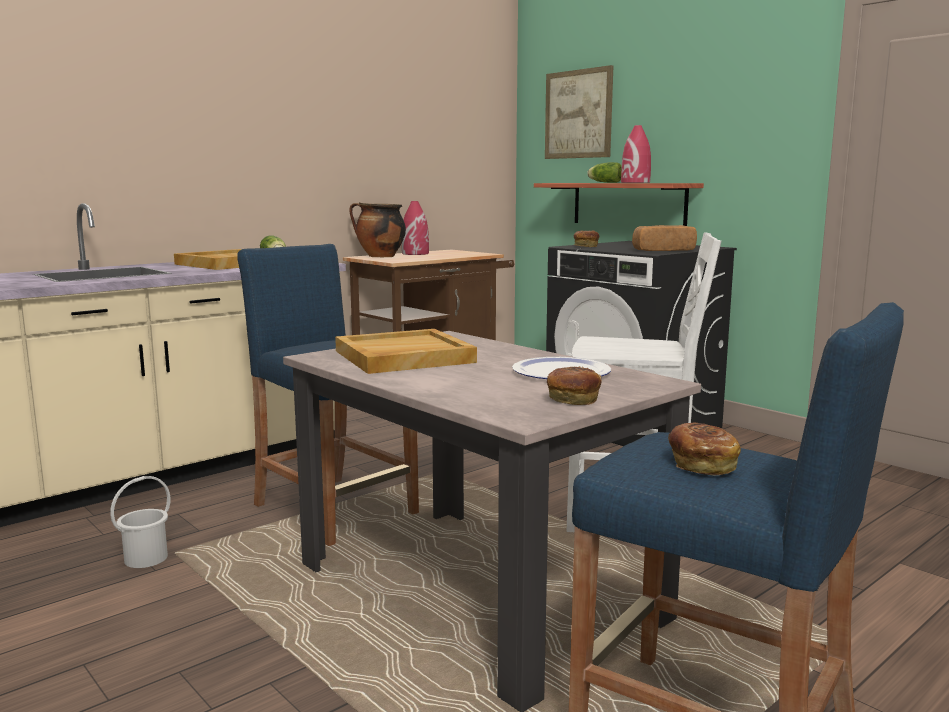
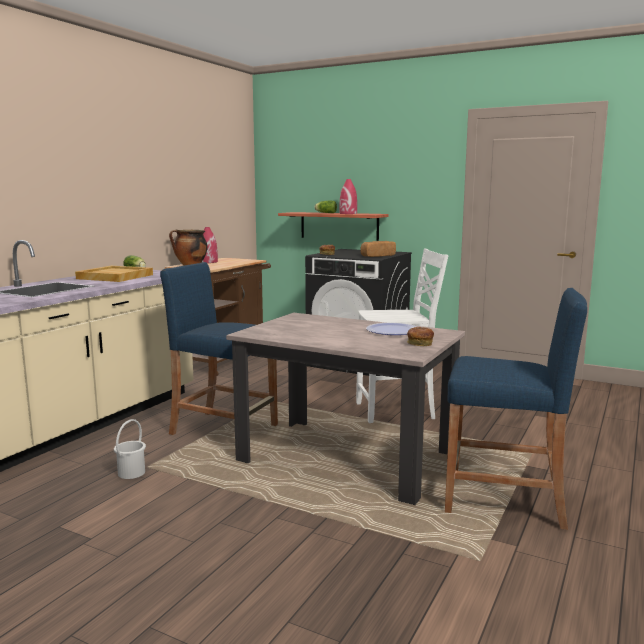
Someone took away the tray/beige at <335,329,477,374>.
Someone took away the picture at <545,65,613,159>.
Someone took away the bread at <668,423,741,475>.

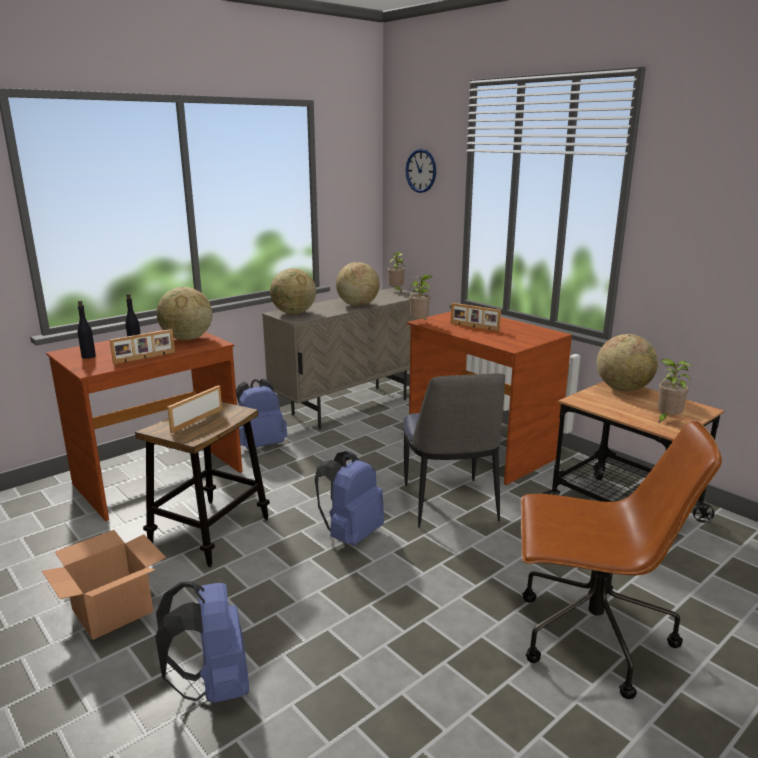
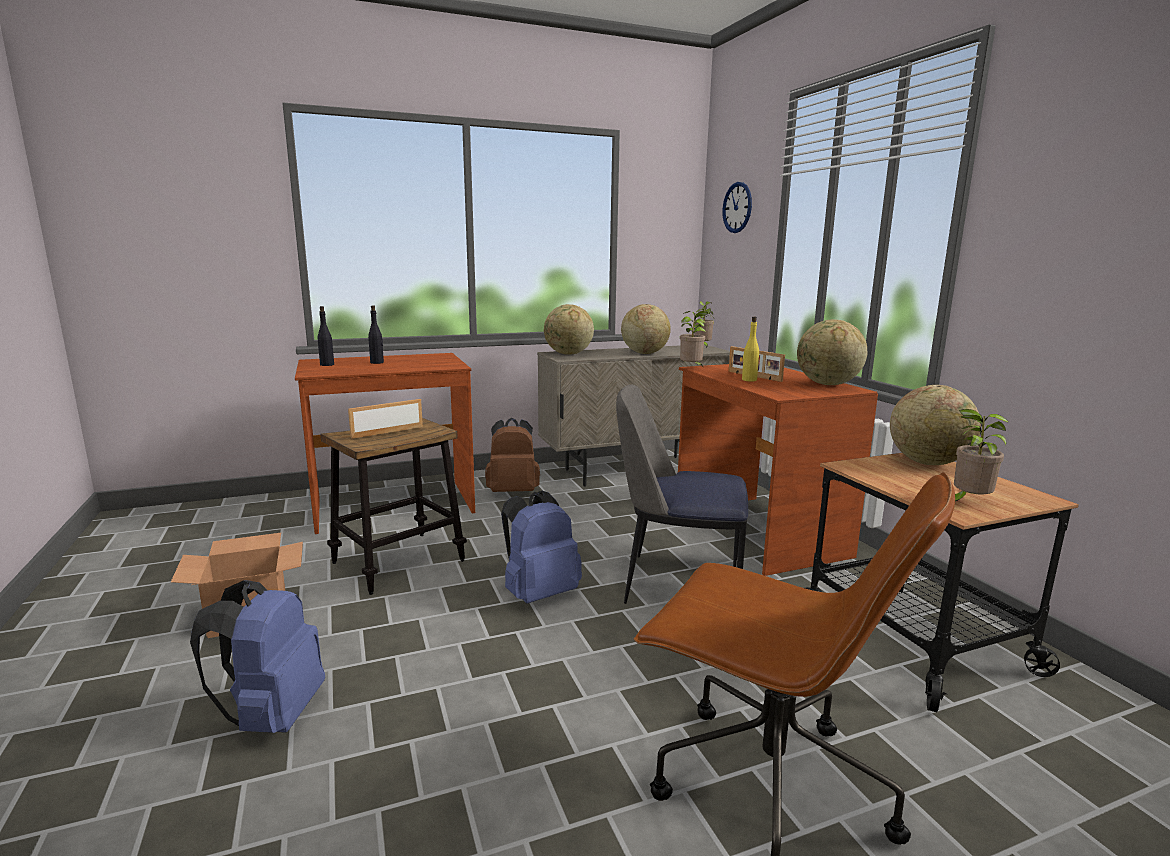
Someone repainted the backpack/blue at <236,379,287,449>, which became the backpack/brown at <485,418,540,492>.
Someone rotated the chair at <403,373,505,528> by 90 degrees clockwise.
Someone put down the bottle/yellow at <742,317,759,382>.
Someone carried the globe from <157,287,212,340> to <797,319,867,385>.
Someone took away the picture frame at <109,329,175,364>.

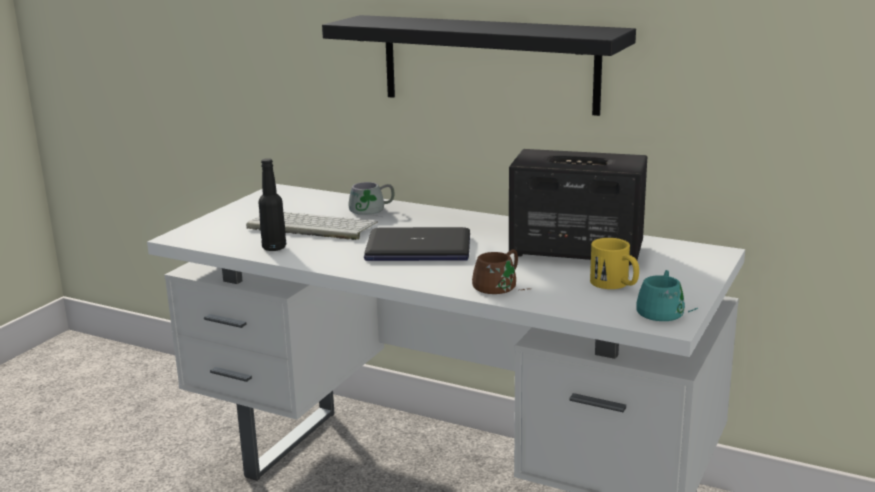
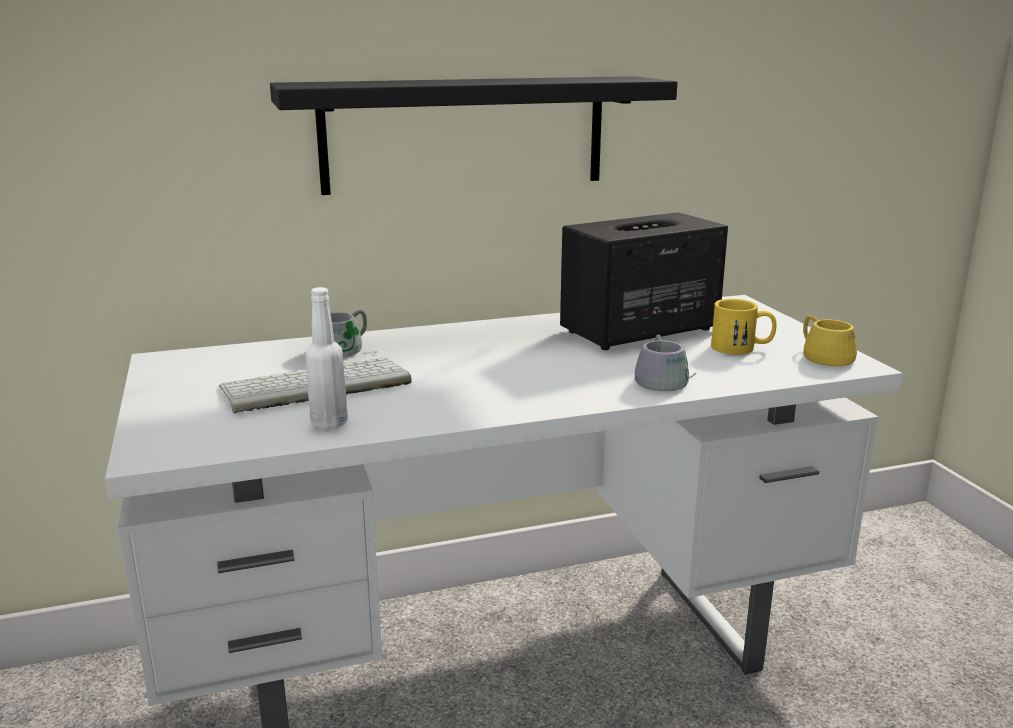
Someone repainted the bottle/black at <259,158,286,251>, which became the bottle/white at <306,287,348,429>.
Someone repainted the mug/brown at <472,249,531,294>, which became the mug/grey at <635,335,696,391>.
Someone repainted the mug/turquoise at <636,270,698,321>, which became the mug/yellow at <803,315,857,366>.
Someone took away the laptop at <364,227,470,261>.

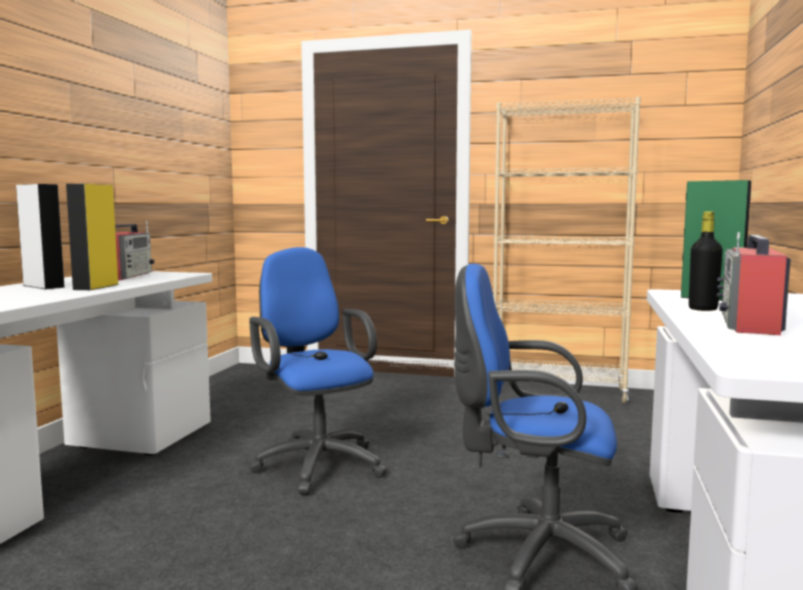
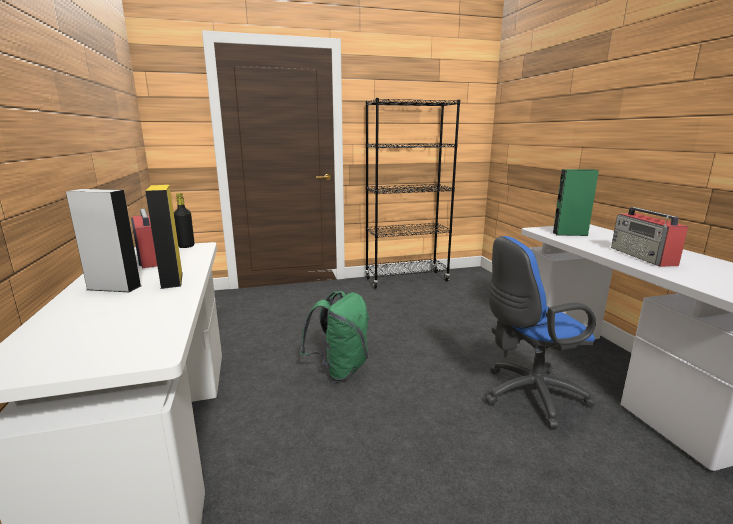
Someone carried the bottle/black from <689,211,723,311> to <174,193,194,248>.
Someone swapped the office chair/blue at <249,247,387,495> for the backpack/green at <300,291,369,382>.
Someone repainted the bookcase/beige at <493,97,641,403>, which became the bookcase/black at <365,98,460,289>.

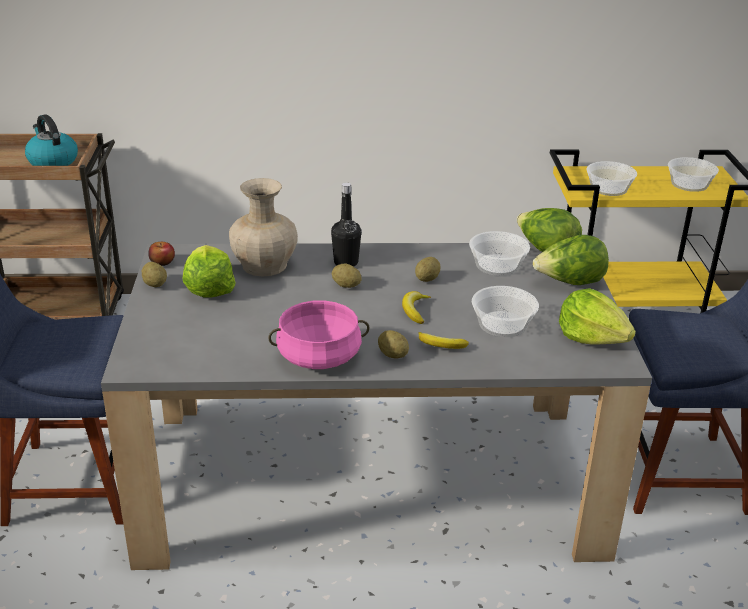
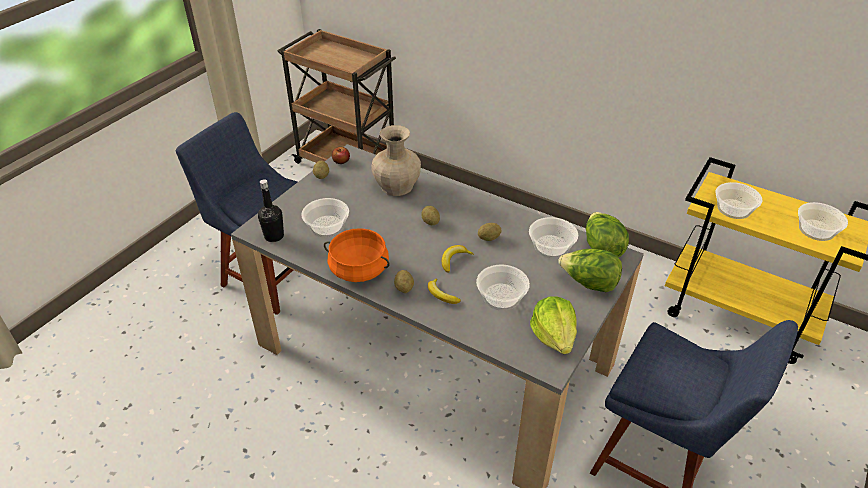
Someone carried the bottle/black from <331,183,361,266> to <258,179,284,242>.
Someone put down the bowl at <301,198,349,237>.
Someone repainted the cooking pot/pink at <268,300,370,369>, which became the cooking pot/orange at <324,228,390,282>.
Someone took away the kettle at <25,114,78,166>.
Someone took away the lettuce at <183,245,236,297>.

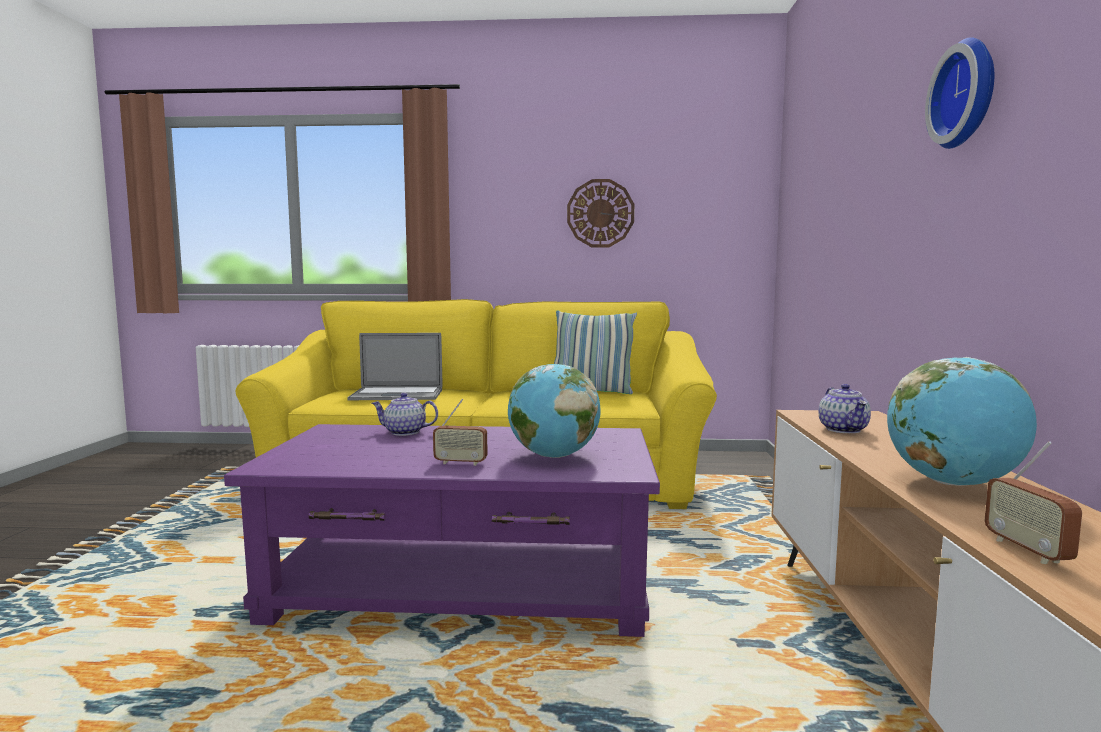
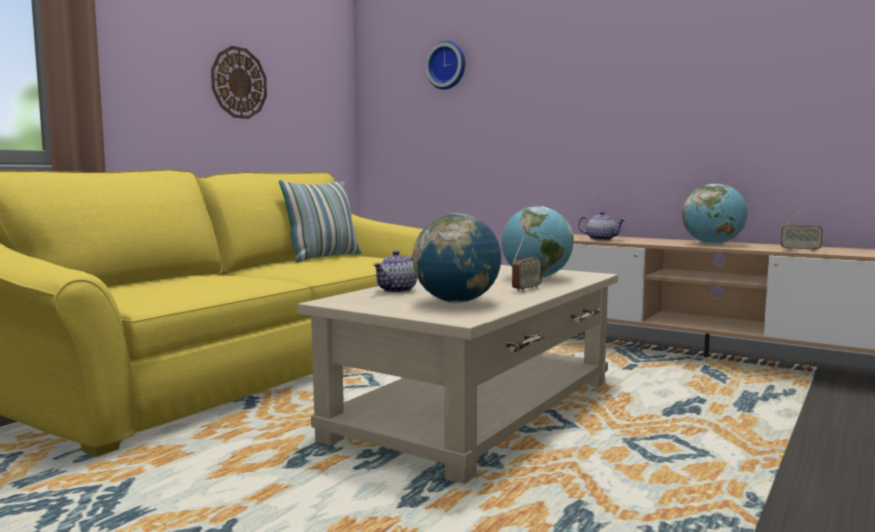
Someone repainted the coffee table/purple at <224,424,660,637>, which became the coffee table/beige at <297,265,618,484>.
Someone put down the globe at <413,213,501,303>.
Someone carried the wall clock from <925,37,994,149> to <425,41,465,90>.
Someone took away the laptop at <347,333,443,400>.

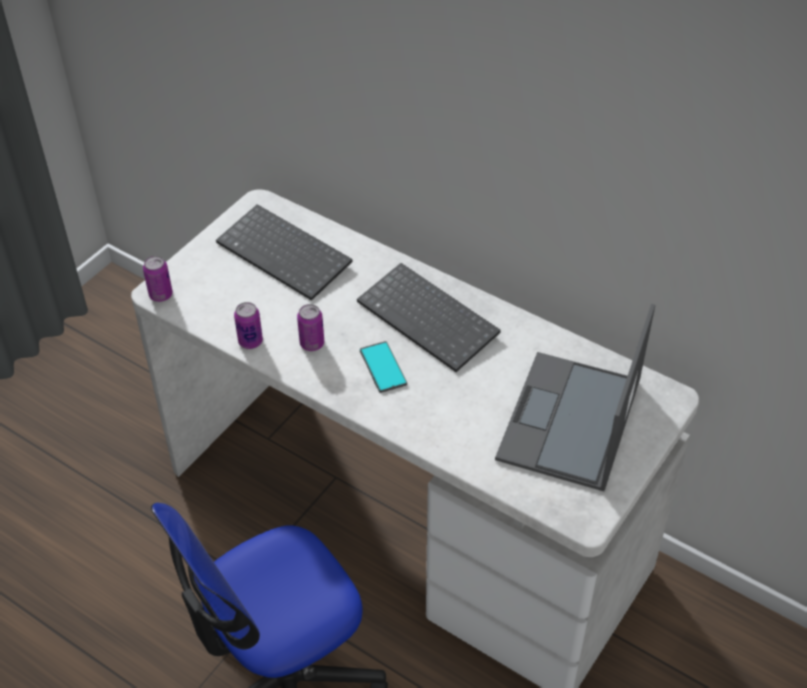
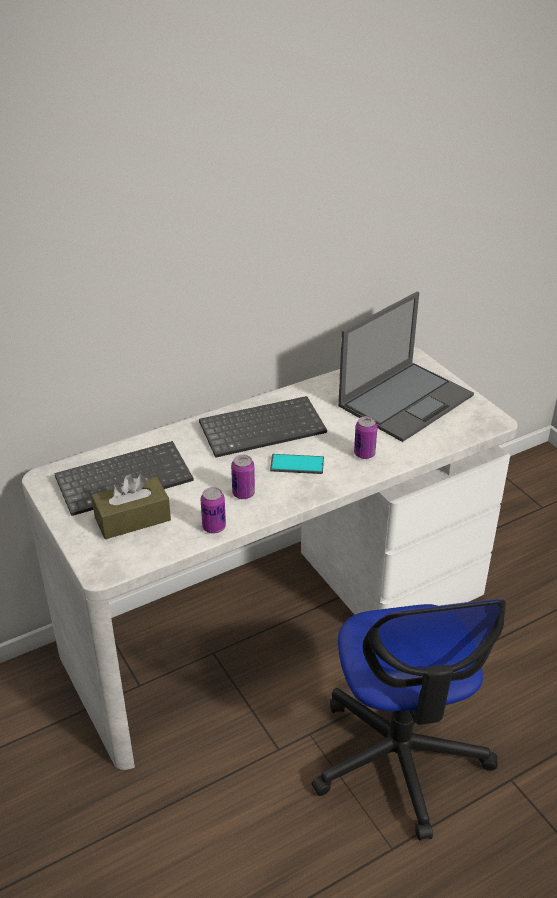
Someone put down the tissue box/brown at <91,474,171,539>.
Someone rotated the laptop at <495,304,655,491> by 90 degrees counterclockwise.
Someone carried the can from <143,256,173,302> to <354,416,377,459>.

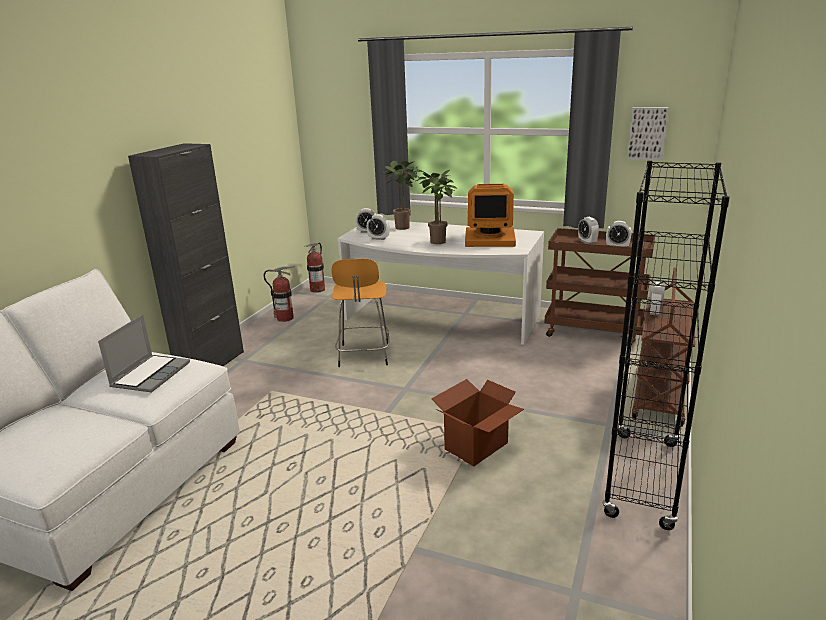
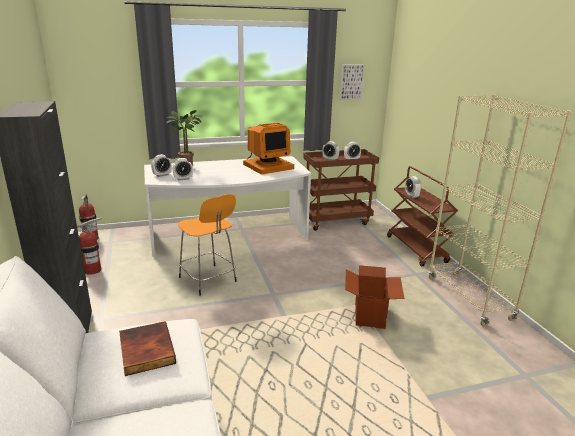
Someone swapped the laptop at <98,314,190,392> for the book at <119,321,176,376>.
Someone repainted the bookcase/black at <602,160,730,530>, which became the bookcase/beige at <428,94,571,326>.
Someone took away the potted plant at <416,170,458,244>.

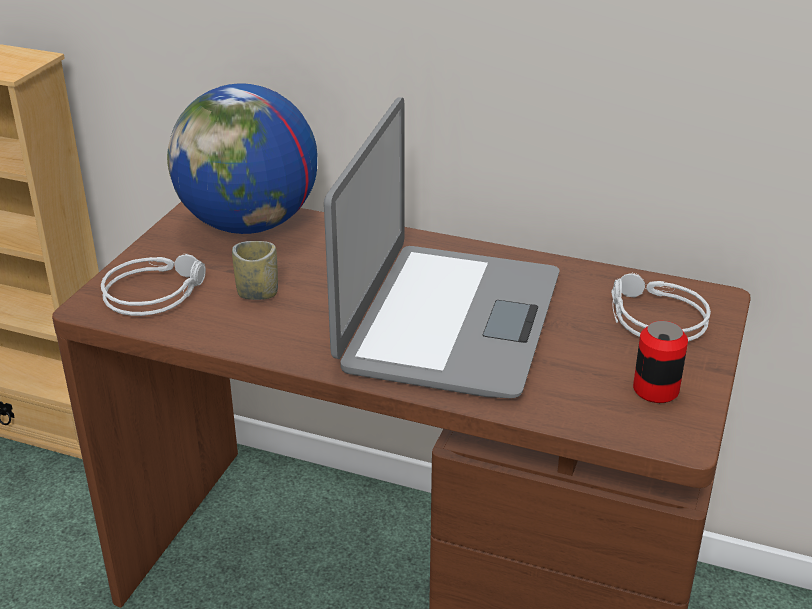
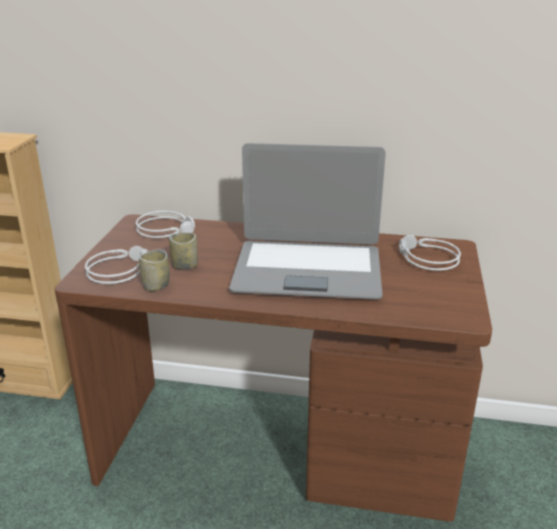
Someone swapped the globe at <167,83,317,234> for the headphones/grey at <136,211,195,238>.
Someone put down the cup at <139,249,170,291>.
Someone rotated the laptop at <324,98,559,398> by 90 degrees clockwise.
Someone took away the can at <633,321,688,403>.

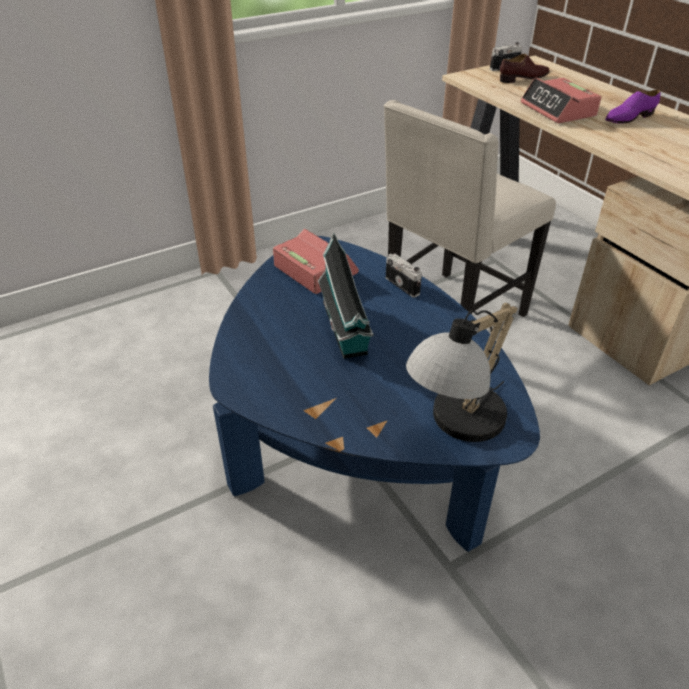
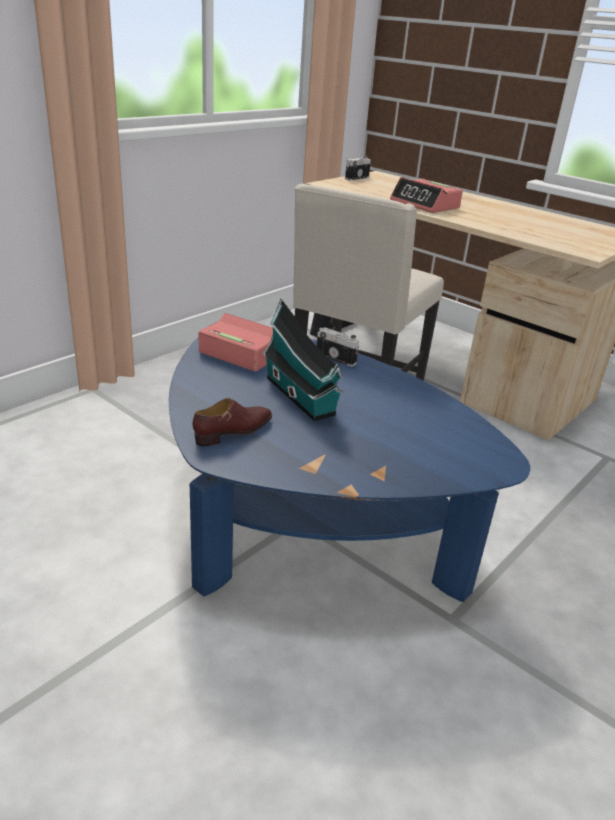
Someone carried the shoe/brown from <500,54,550,83> to <193,398,272,446>.
Someone took away the table lamp at <406,303,518,442>.
Someone took away the shoe/purple at <605,90,660,123>.

